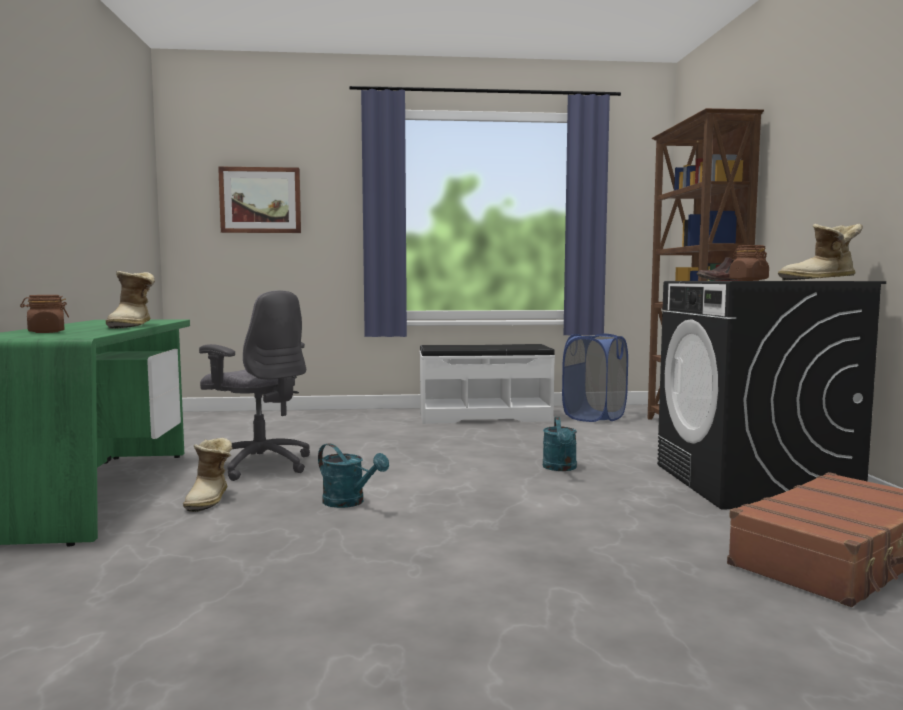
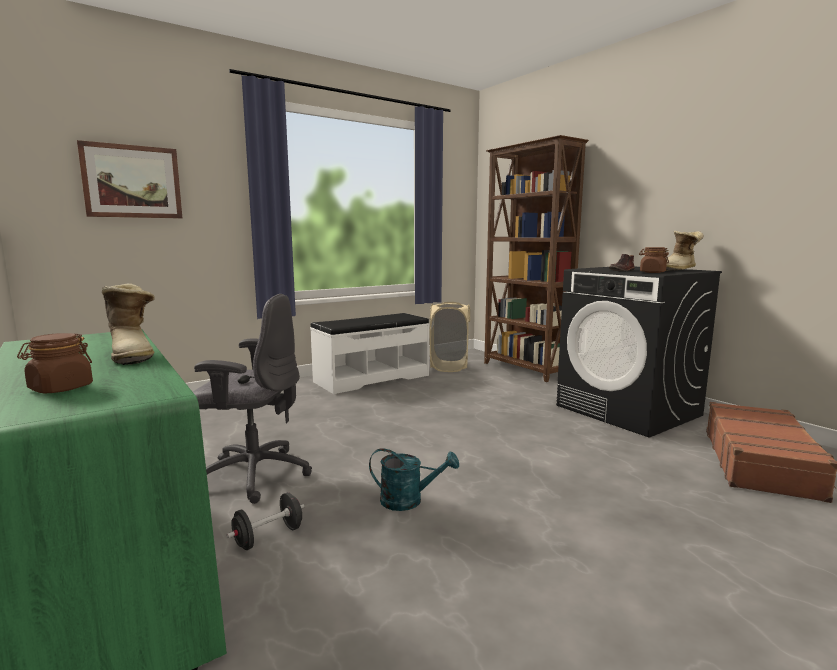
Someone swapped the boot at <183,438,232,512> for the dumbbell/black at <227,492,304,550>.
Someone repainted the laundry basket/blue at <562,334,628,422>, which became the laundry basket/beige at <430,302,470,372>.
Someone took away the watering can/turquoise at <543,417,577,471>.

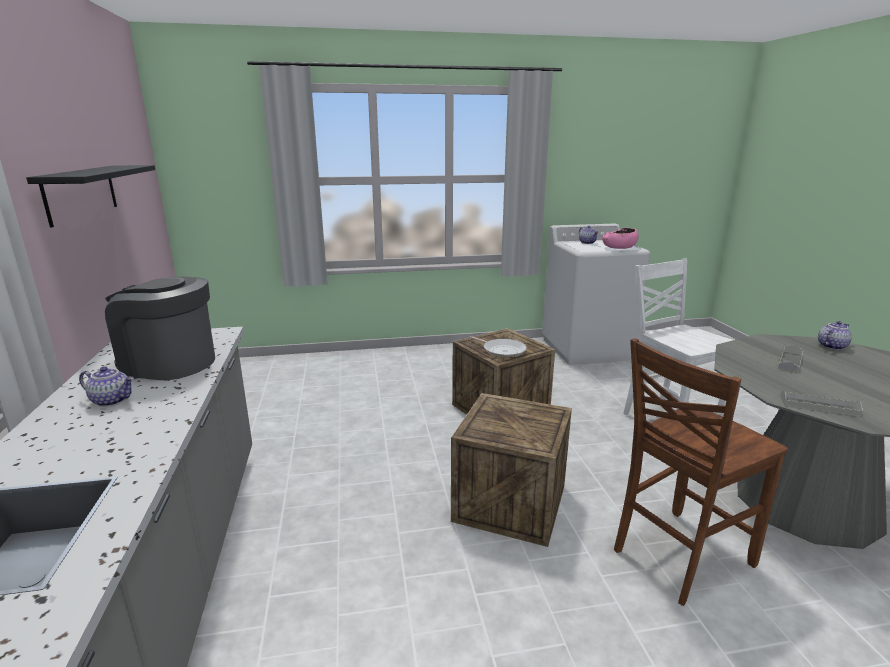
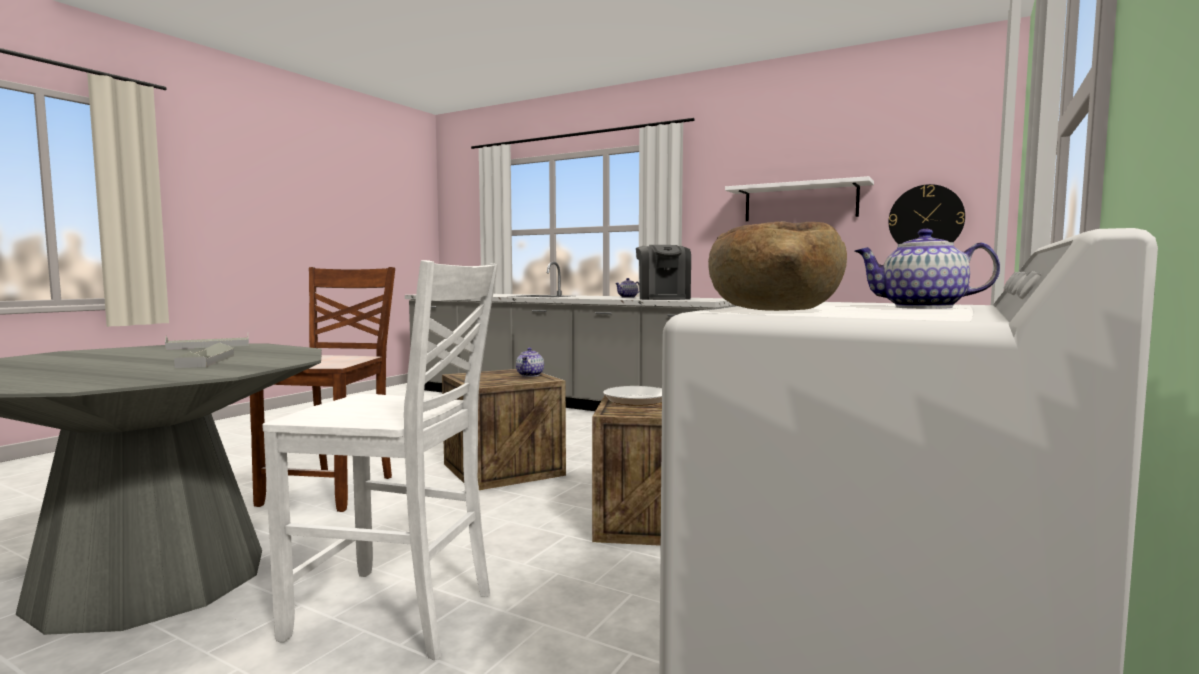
Someone carried the teapot from <818,321,852,350> to <516,348,544,377>.
Someone rotated the coffee machine at <105,277,215,380> by 120 degrees clockwise.
Someone repainted the bowl/pink at <602,228,639,249>, which became the bowl/brown at <708,222,847,311>.
Someone repainted the shelf/black at <26,165,155,228>, which became the shelf/white at <725,176,874,221>.
Someone put up the wall clock at <889,184,965,244>.

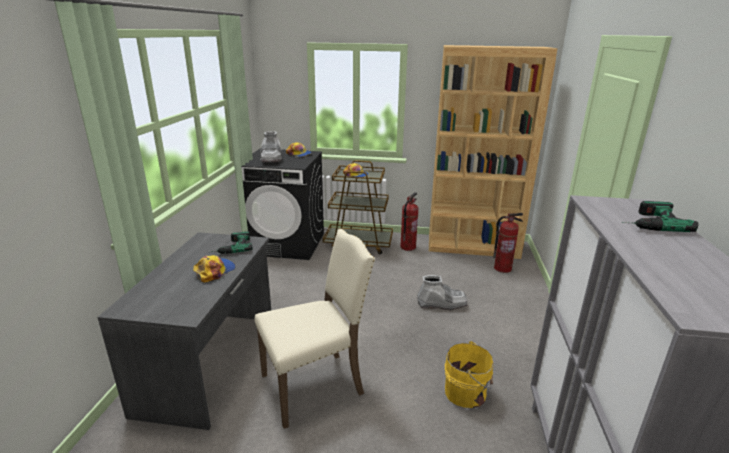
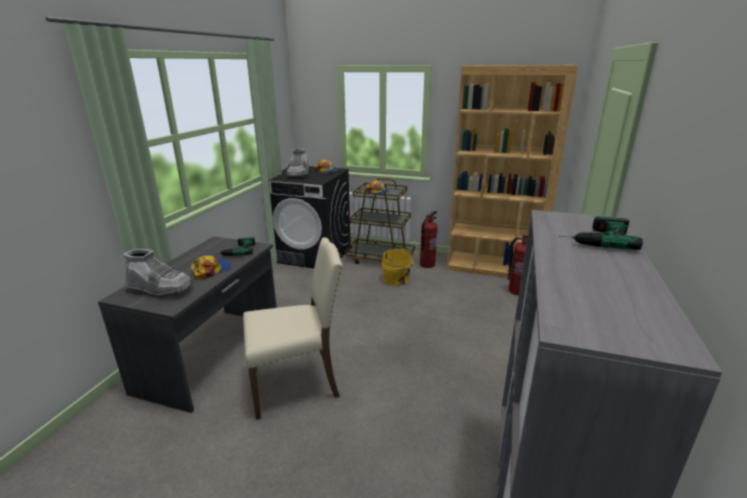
Someone carried the boot/grey from <417,275,467,310> to <123,249,193,298>.
Someone carried the bucket/yellow from <445,341,494,408> to <382,248,413,286>.

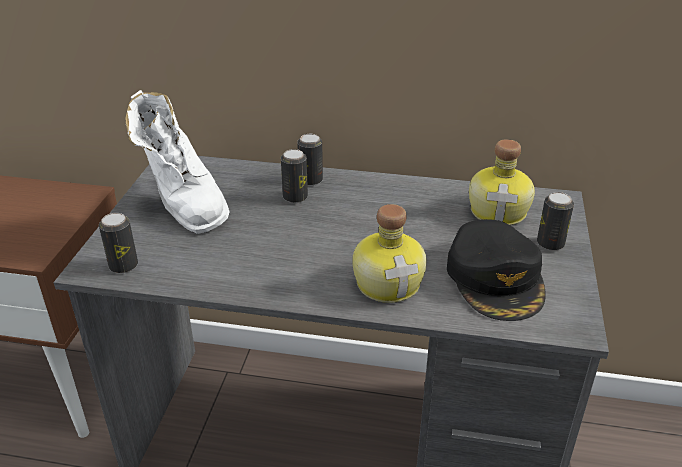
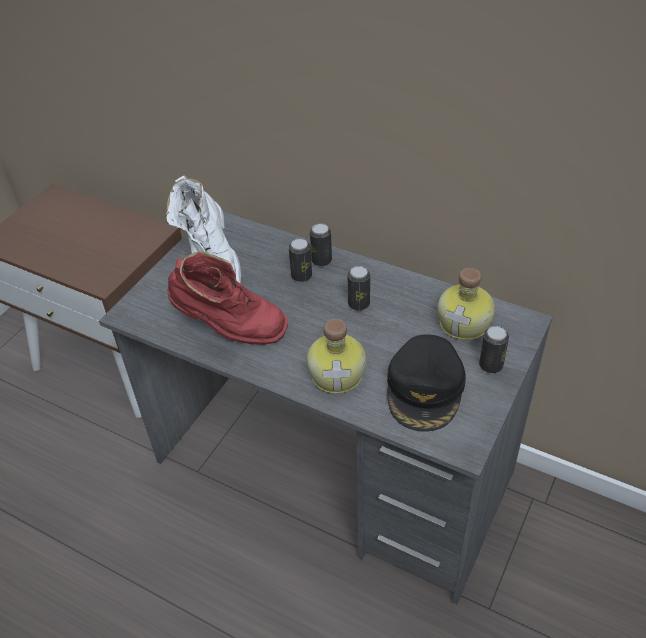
Someone put down the boot/red at <168,251,288,345>.
Someone carried the can from <99,213,138,273> to <348,266,370,311>.

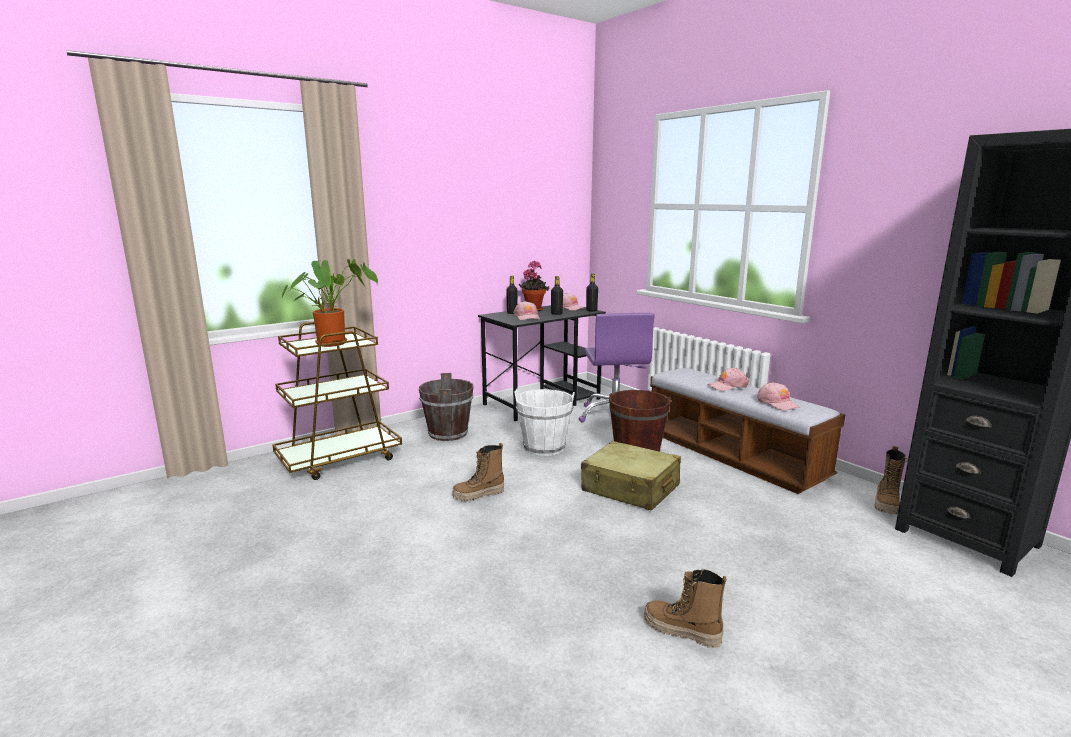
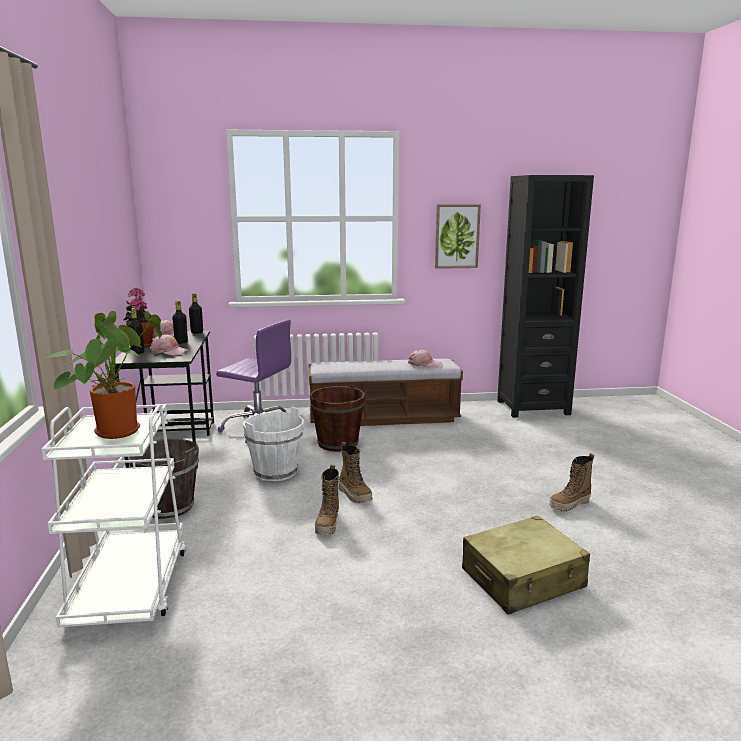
Someone repainted the cart/brown at <272,322,402,480>, which became the cart/white at <42,404,186,627>.
Someone carried the boot from <875,446,908,515> to <339,442,372,503>.
Someone put up the picture at <435,204,481,269>.
Someone carried the suitcase/beige from <581,441,681,511> to <462,516,590,615>.
Someone took away the cap/pink at <707,368,749,391>.

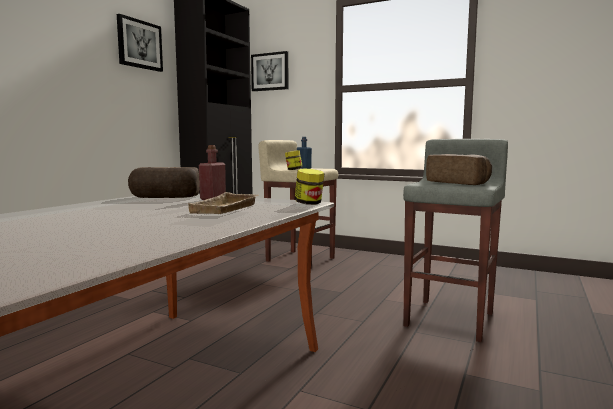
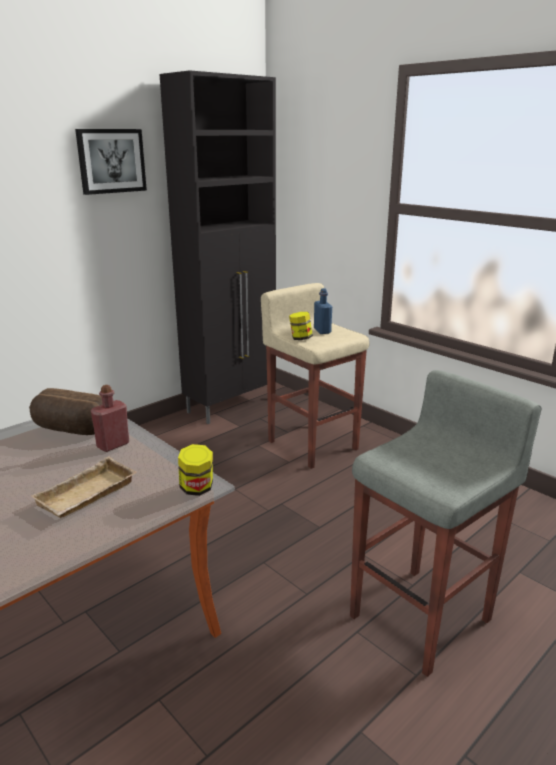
Someone took away the picture at <251,51,288,91>.
Someone took away the bread at <426,154,492,185>.

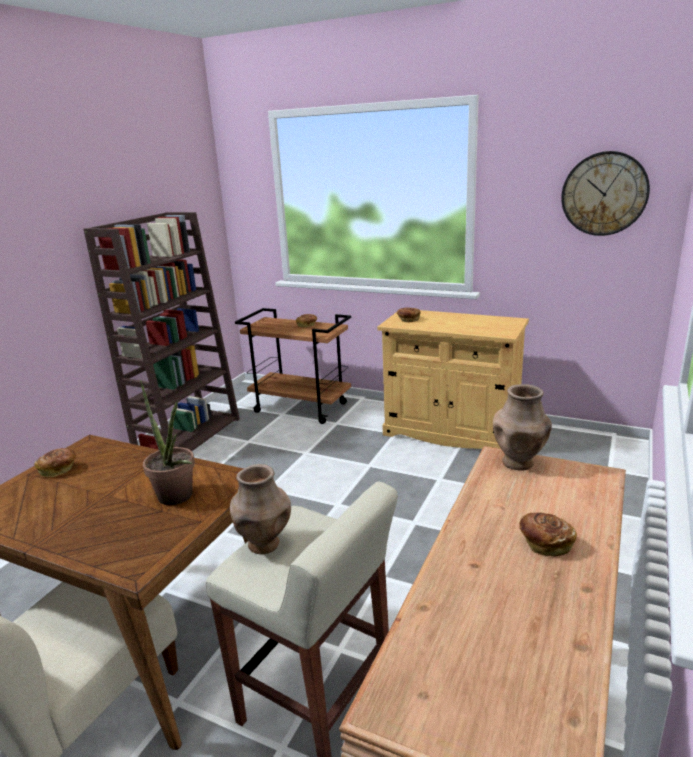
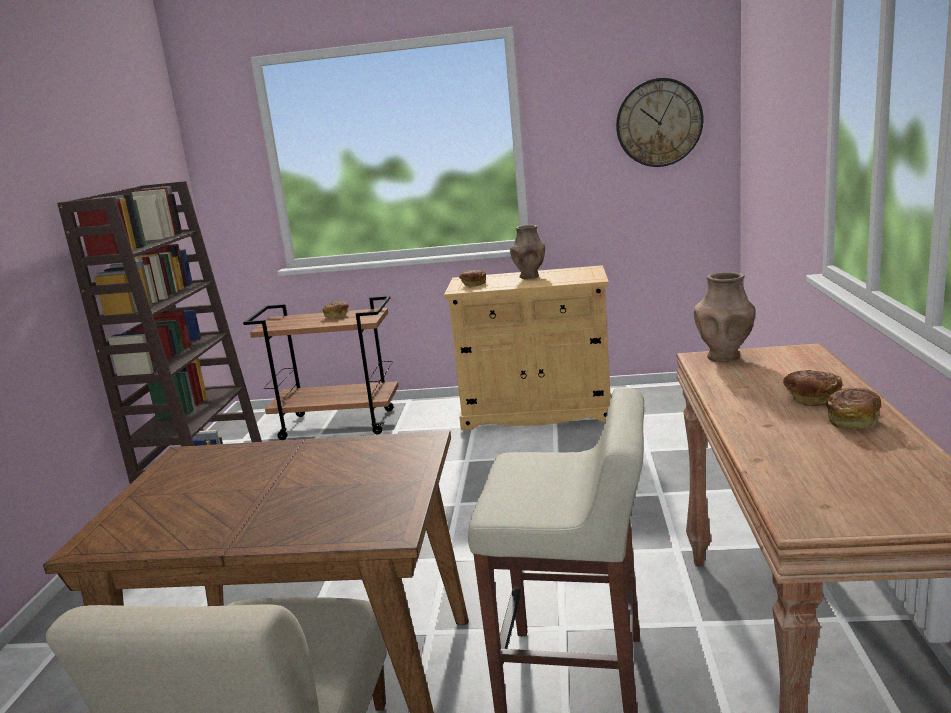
Someone carried the vase/brown from <230,464,291,555> to <510,225,545,279>.
Someone carried the bread from <34,448,76,477> to <826,388,881,429>.
Someone took away the potted plant at <140,380,195,505>.

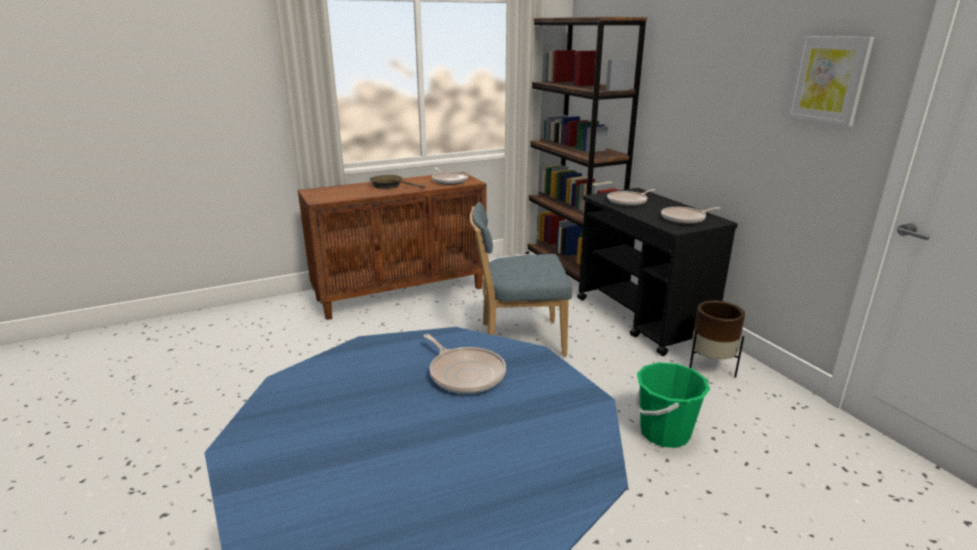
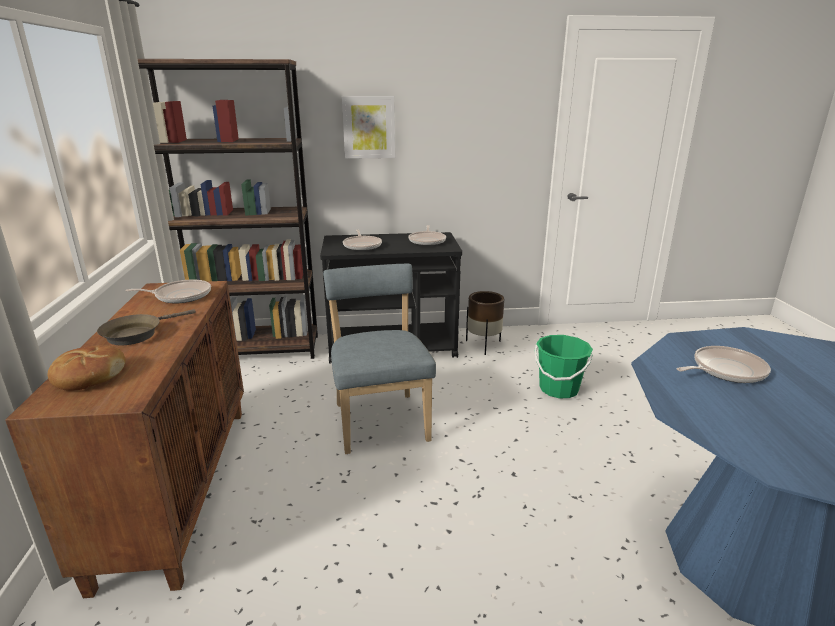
Someone put down the bread at <48,345,125,390>.
Someone rotated the chair/blue at <470,202,572,356> by 150 degrees clockwise.
Someone carried the picture from <787,36,874,127> to <342,96,395,159>.

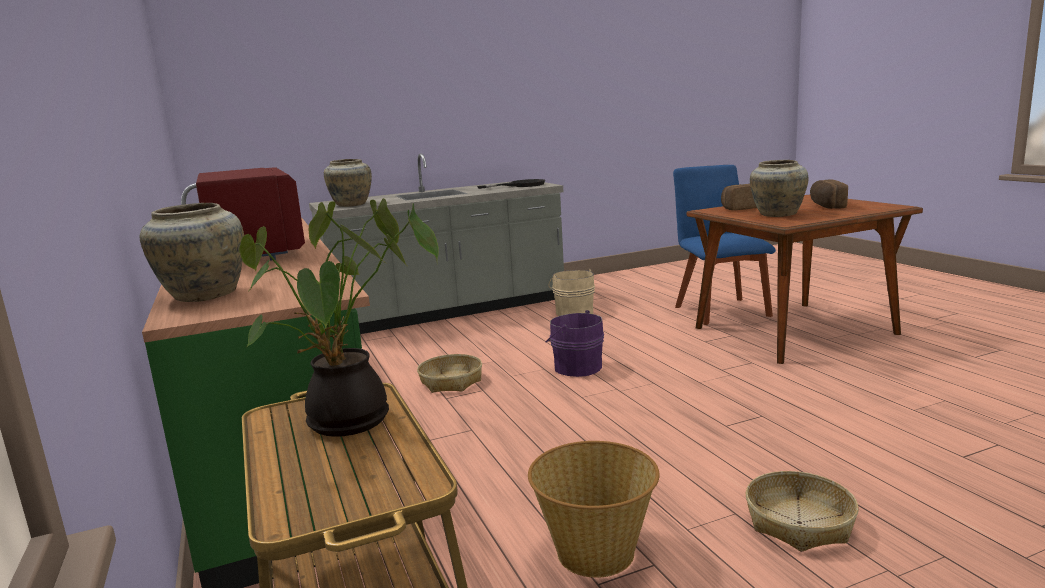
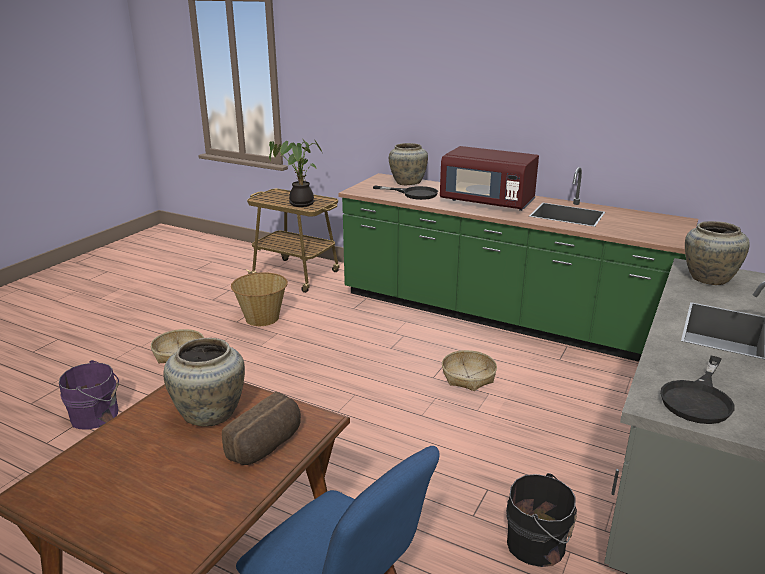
Someone carried the bucket/purple from <546,310,604,377> to <59,360,119,429>.
Someone put down the frying pan/black at <373,186,438,200>.
Someone repainted the bucket/beige at <549,269,595,316>, which became the bucket/black at <506,473,577,567>.
Someone took away the bread at <810,179,848,209>.

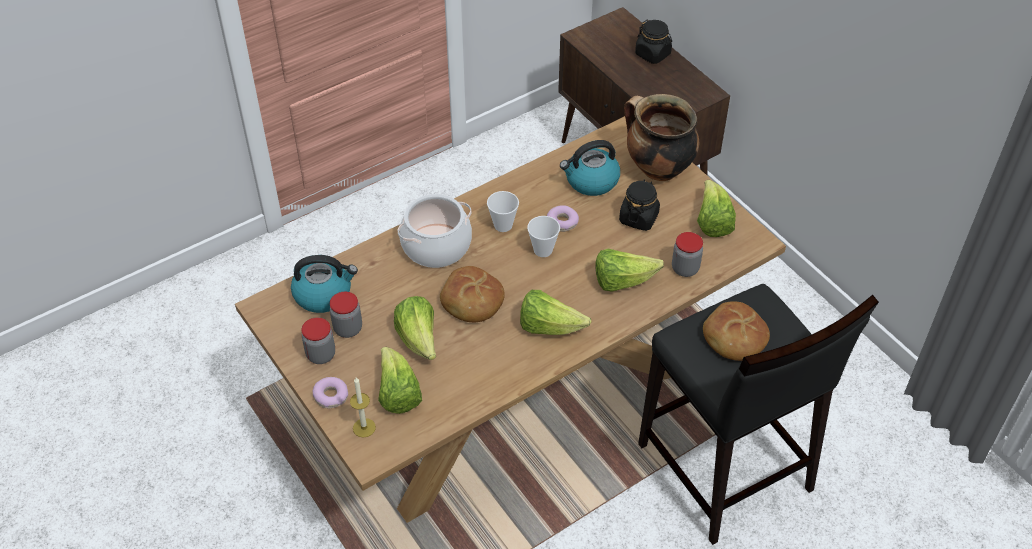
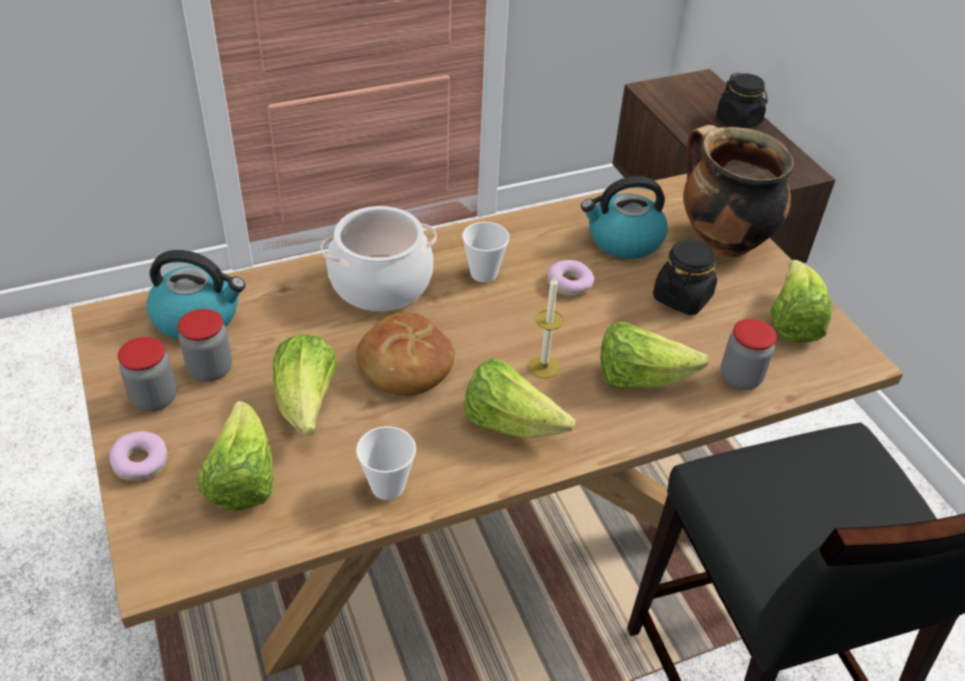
Someone carried the cup from <527,216,560,257> to <356,426,416,500>.
Someone carried the candle from <350,378,376,438> to <528,277,564,378>.
Someone took away the bread at <703,301,770,361>.

